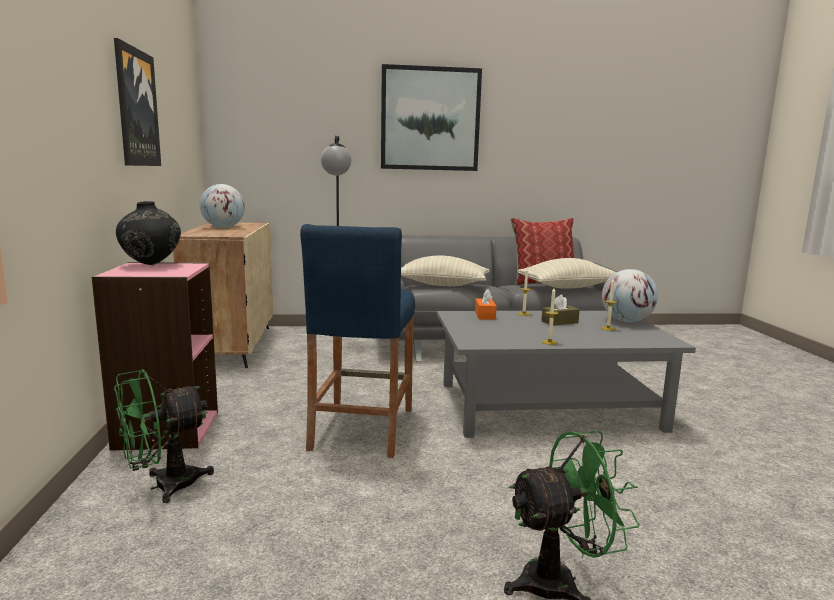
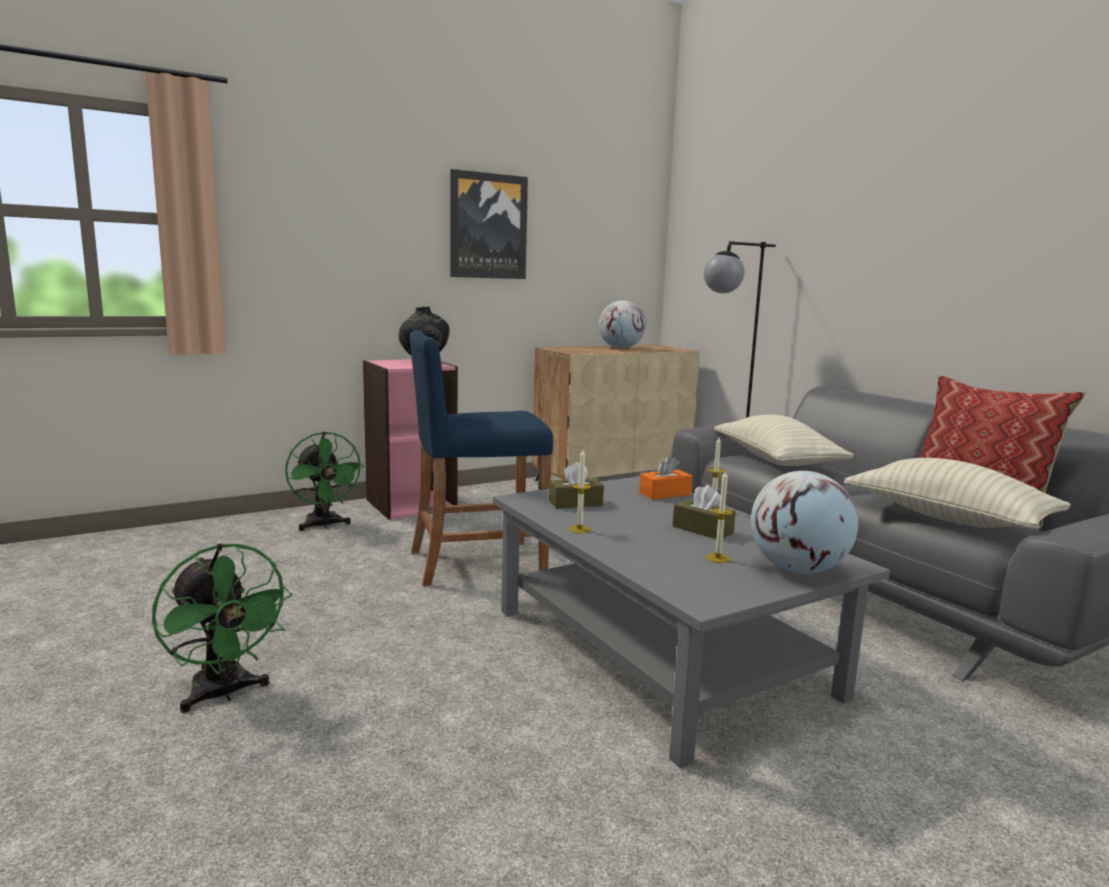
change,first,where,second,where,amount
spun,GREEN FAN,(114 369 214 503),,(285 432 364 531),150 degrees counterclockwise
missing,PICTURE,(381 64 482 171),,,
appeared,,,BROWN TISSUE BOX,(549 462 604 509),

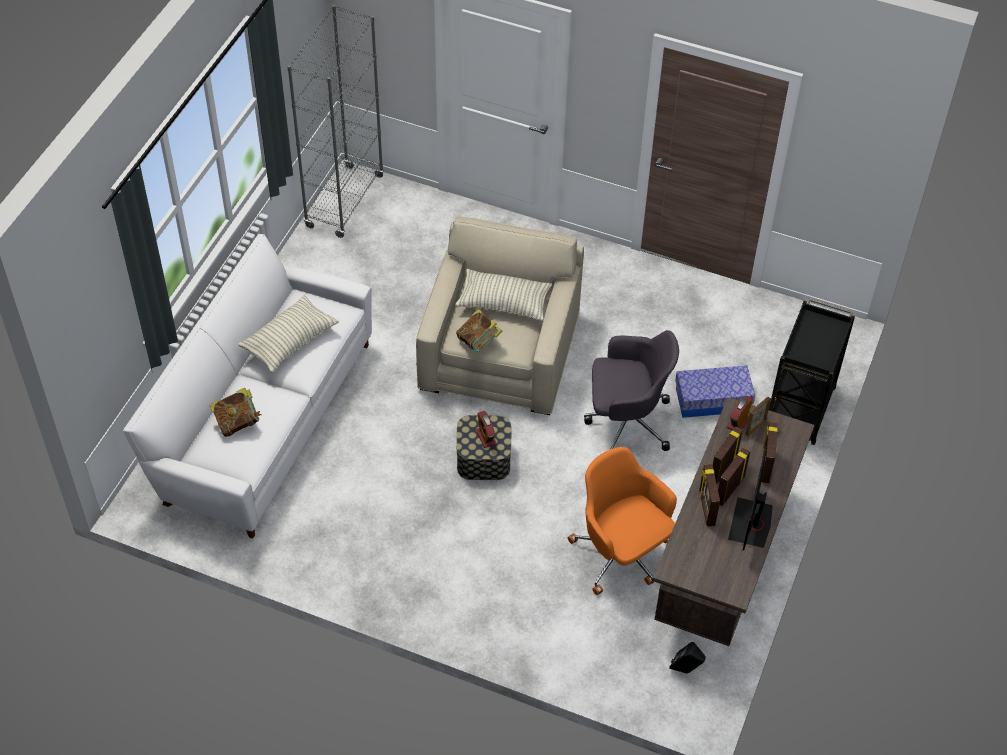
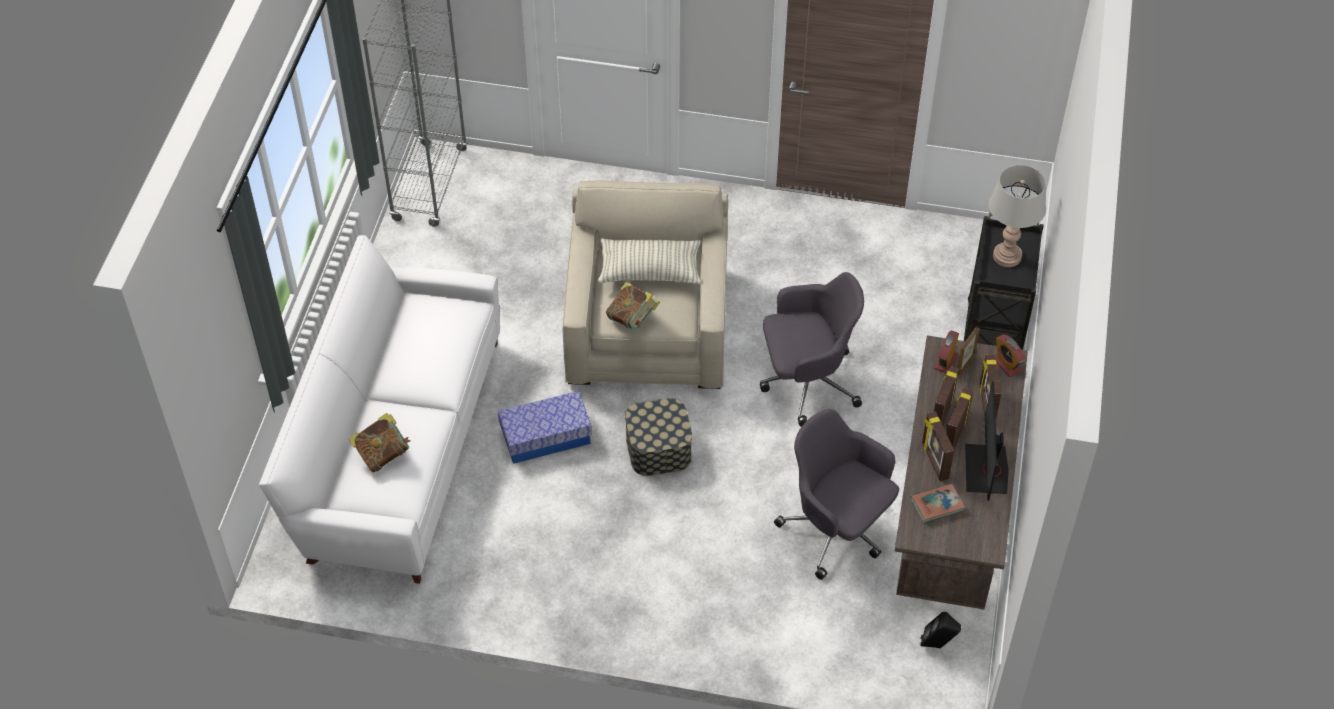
change,first,where,second,where,amount
missing,PILLOW,(238 295 339 373),,,
relocated,ALARM CLOCK,(476 411 497 448),,(995 334 1026 377),
colour,ORANGE OFFICE CHAIR,(568 447 677 595),GREY OFFICE CHAIR,(774 409 899 580),
relocated,STORAGE BOX,(675 365 755 418),,(498 391 592 464),
appeared,,,BOOK,(910 484 965 524),
appeared,,,GREY TABLE LAMP,(989 165 1046 267),

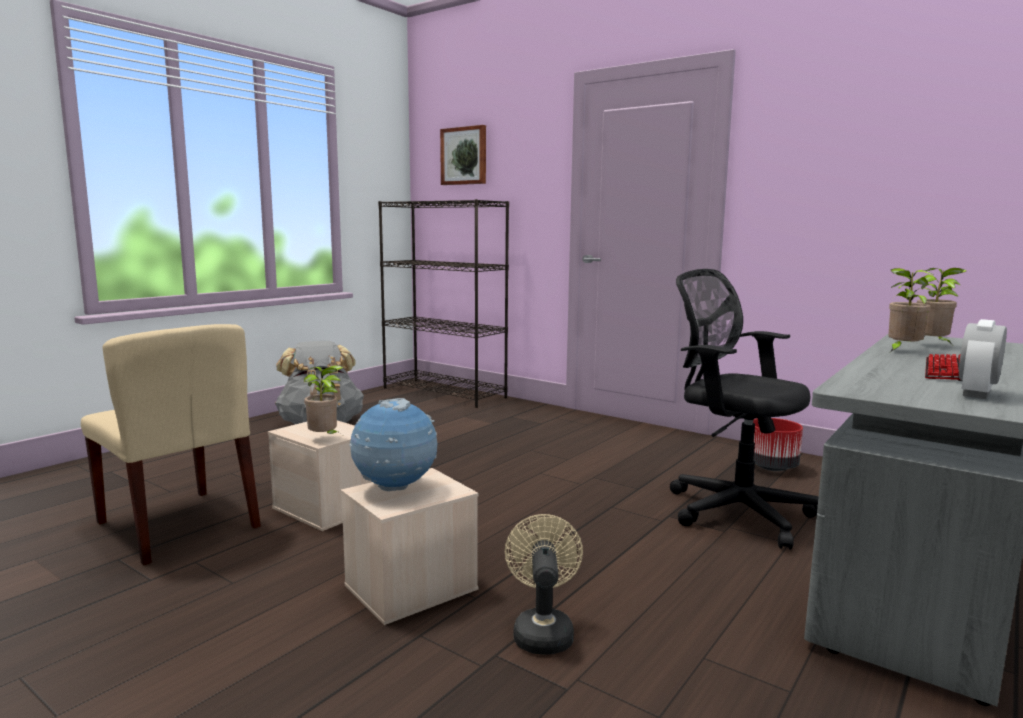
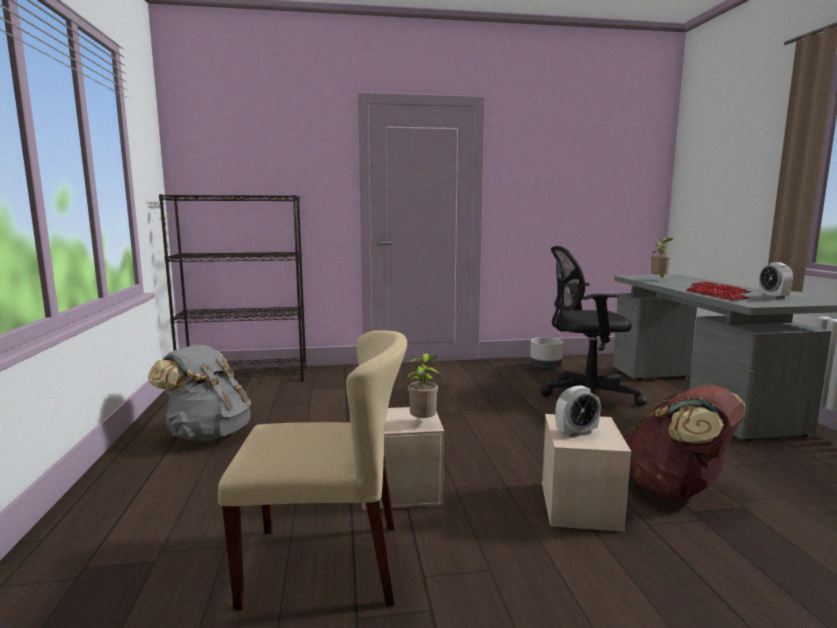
change,first,where,second,where,amount
exchanged,GLOBE,(349 398 437 491),ALARM CLOCK,(555 385 601 437),
missing,PICTURE,(440 125 486 185),,,
exchanged,BEIGE FAN,(505 514 583 655),BROWN BACKPACK,(623 385 746 499),
colour,RED PLANTER,(753 418 803 471),GREY PLANTER,(530 337 563 370),
missing,POTTED PLANT,(888 268 935 352),,,
appeared,,,KEYBOARD,(686 286 750 300),

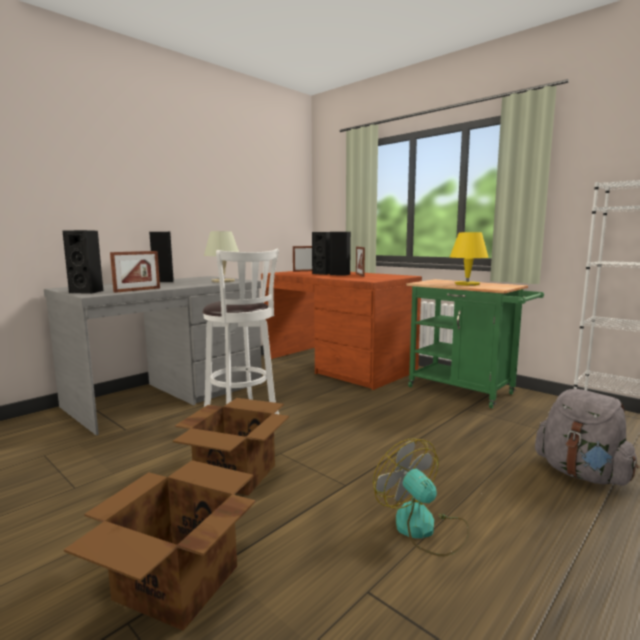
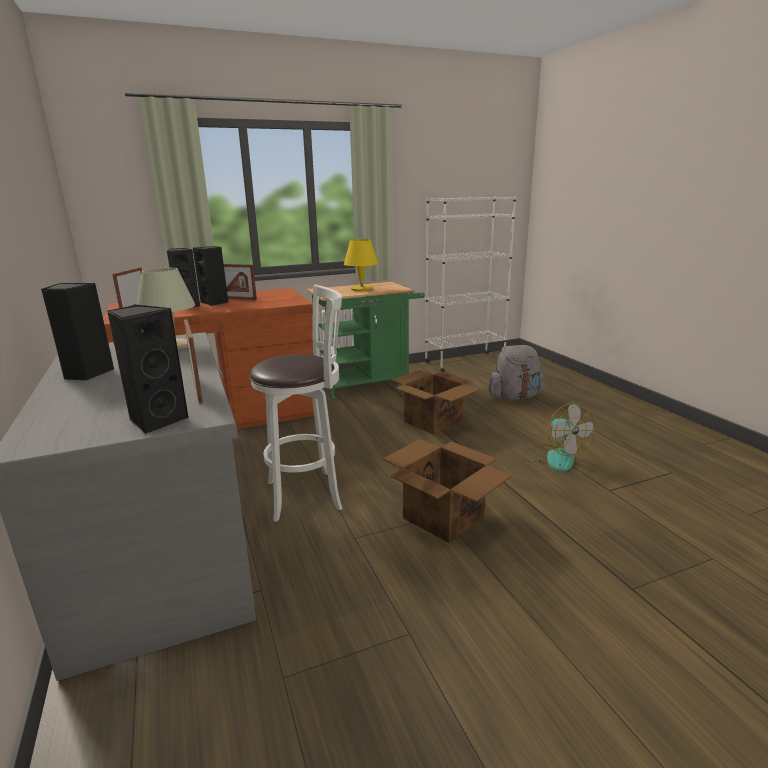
change,first,where,second,where,amount
relocated,CARDBOARD BOX,(64 460 255 631),,(391 370 480 435),
spun,FAN,(373 438 470 557),,(523 402 595 472),105 degrees counterclockwise

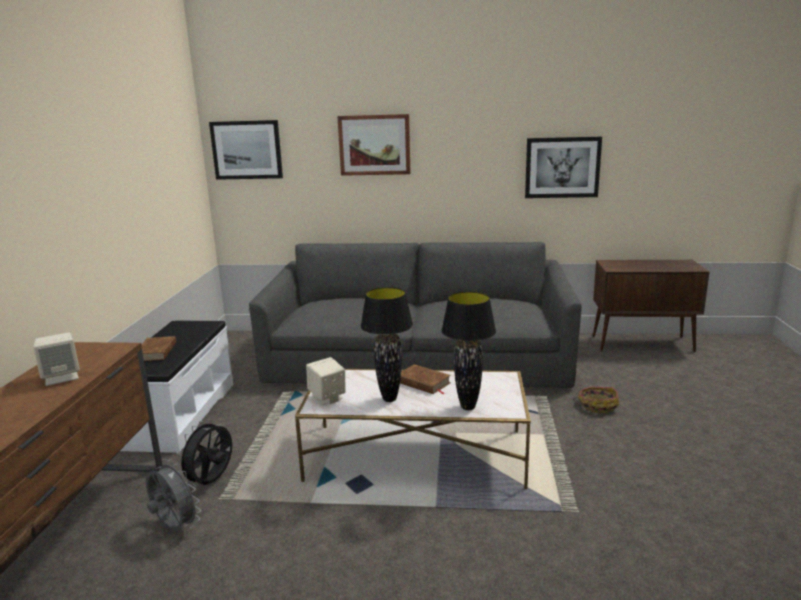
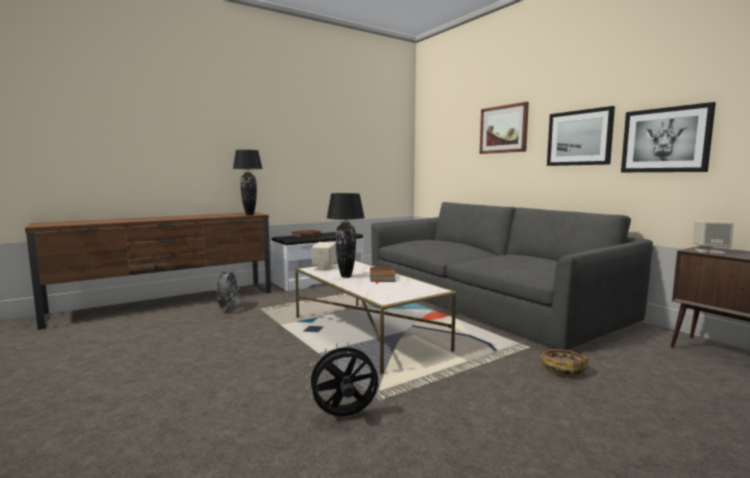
change,first,where,second,where,amount
relocated,BEIGE SPEAKER,(33 332 80 386),,(693 221 734 254),
relocated,BLACK FAN,(176 419 232 486),,(306 342 379 416),
relocated,PICTURE,(209 120 283 180),,(547 106 615 166),
relocated,BLACK TABLE LAMP,(441 291 496 410),,(233 150 263 215),

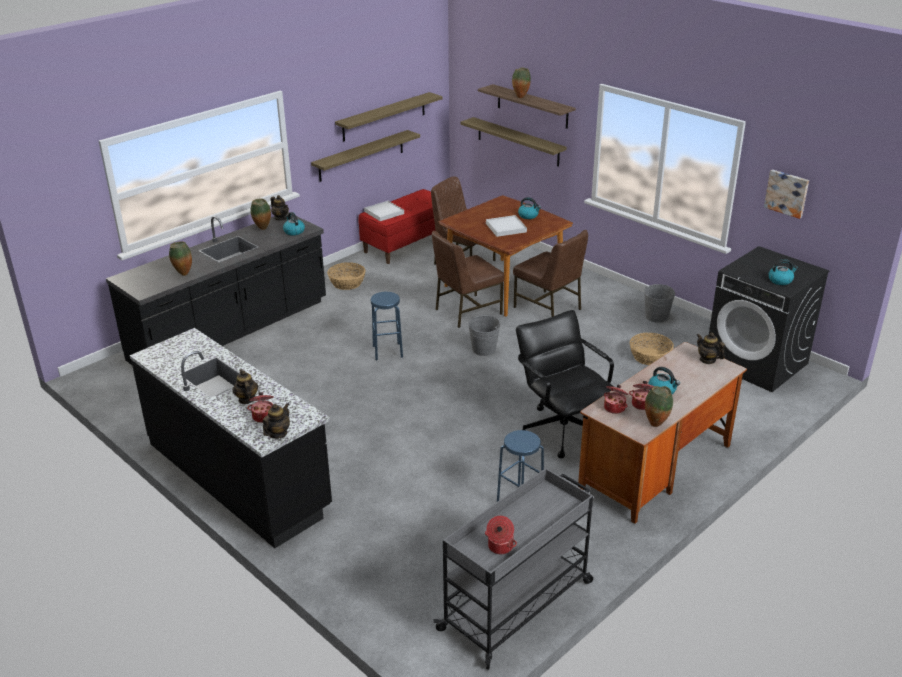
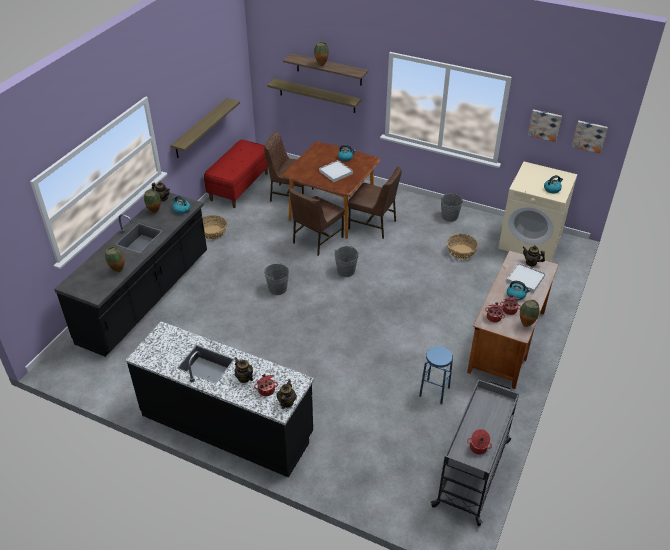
change,first,where,second,where,amount
missing,SHELF,(335 92 442 142),,,
relocated,WHITE TRAY,(364 201 404 221),,(506 263 545 293),
exchanged,BLUE STOOL,(371 292 403 360),GREY BUCKET,(264 263 289 295),
missing,BLACK OFFICE CHAIR,(516 310 614 458),,,
colour,BLACK WASHING MACHINE,(709 246 829 392),BEIGE WASHING MACHINE,(498 162 578 262),
appeared,,,PICTURE,(572 121 608 153),

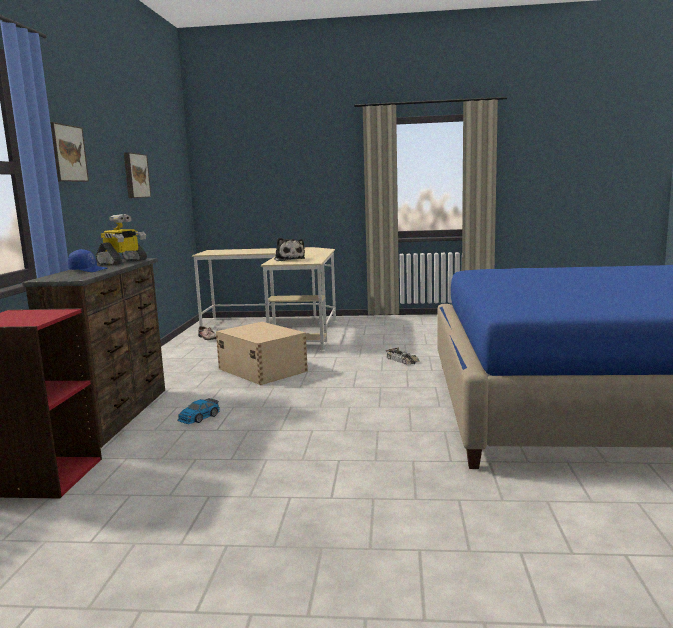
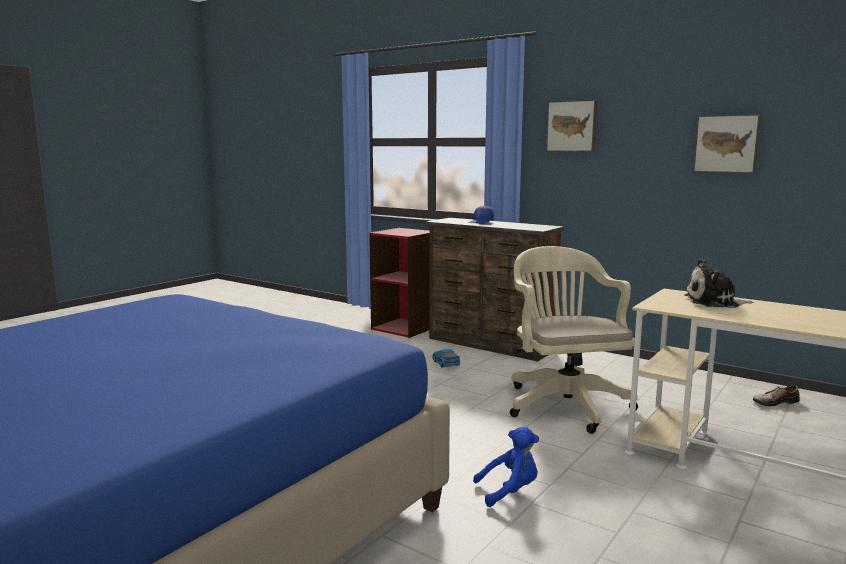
change,first,where,second,where,amount
missing,TOY ROBOT,(96 214 147 265),,,
exchanged,BEIGE STORAGE BOX,(216 322 308 385),BEIGE OFFICE CHAIR,(510 246 638 434),
exchanged,TOY CAR,(386 347 420 364),BLUE PLUSH TOY,(473 427 539 507),

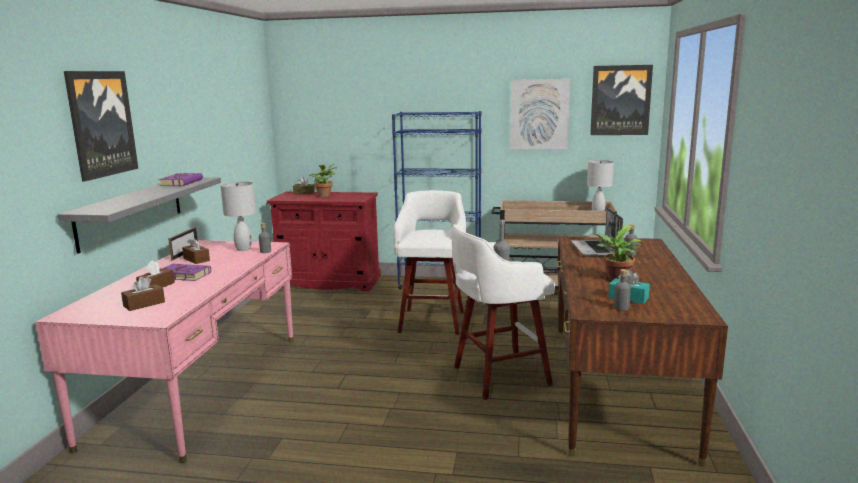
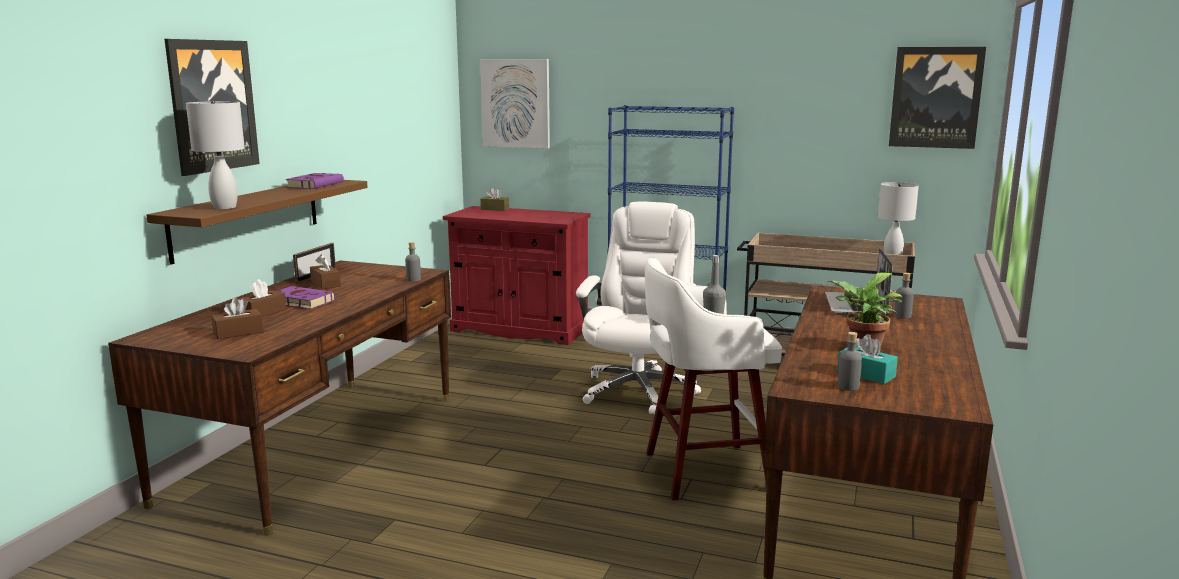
change,first,where,second,where,amount
colour,PINK DESK,(35 240 293 463),BROWN DESK,(108 260 451 536),
colour,GREY SHELF,(58 177 221 254),BROWN SHELF,(146 180 368 265),
relocated,WHITE TABLE LAMP,(220 182 256 251),,(186 101 245 209),
missing,POTTED PLANT,(309 164 337 197),,,
exchanged,WHITE STOOL,(393 190 466 335),WHITE OFFICE CHAIR,(576 201 701 415),
relocated,PICTURE,(510 79 570 149),,(480 59 550 149),

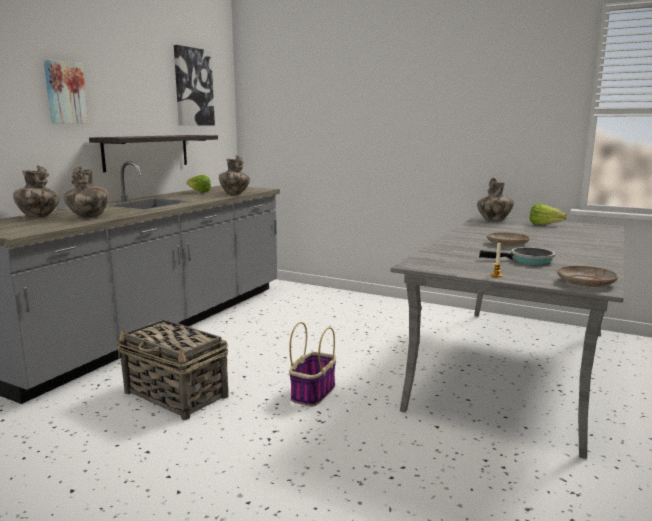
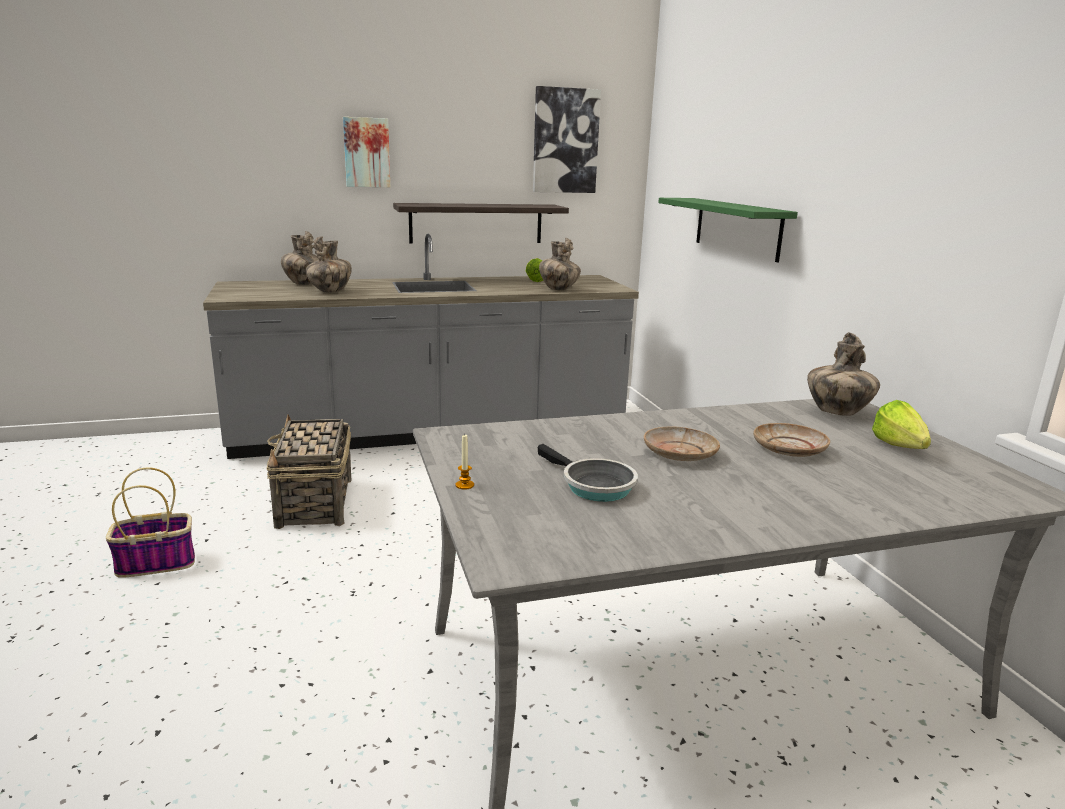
change,first,where,second,where,amount
relocated,BASKET,(289 322 336 407),,(106 468 195 578),
relocated,BEIGE PLATE,(557 266 618 287),,(753 423 830 457),
appeared,,,GREEN SHELF,(658 198 798 263),

